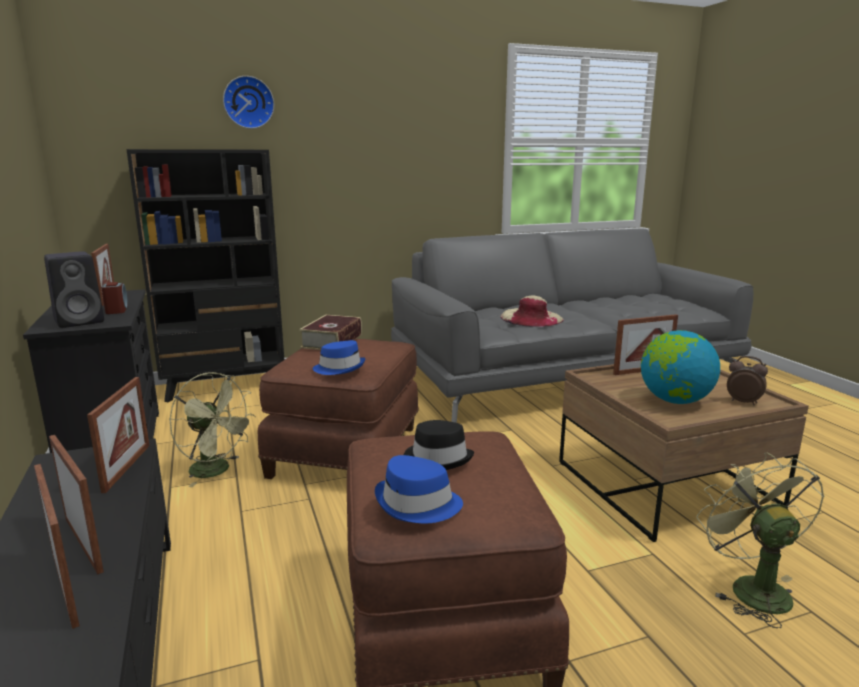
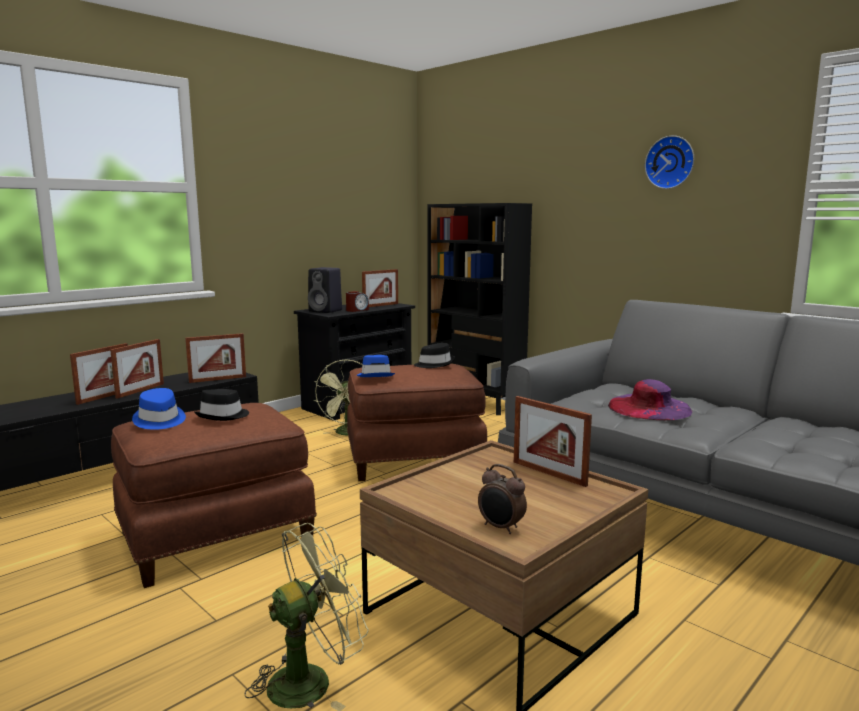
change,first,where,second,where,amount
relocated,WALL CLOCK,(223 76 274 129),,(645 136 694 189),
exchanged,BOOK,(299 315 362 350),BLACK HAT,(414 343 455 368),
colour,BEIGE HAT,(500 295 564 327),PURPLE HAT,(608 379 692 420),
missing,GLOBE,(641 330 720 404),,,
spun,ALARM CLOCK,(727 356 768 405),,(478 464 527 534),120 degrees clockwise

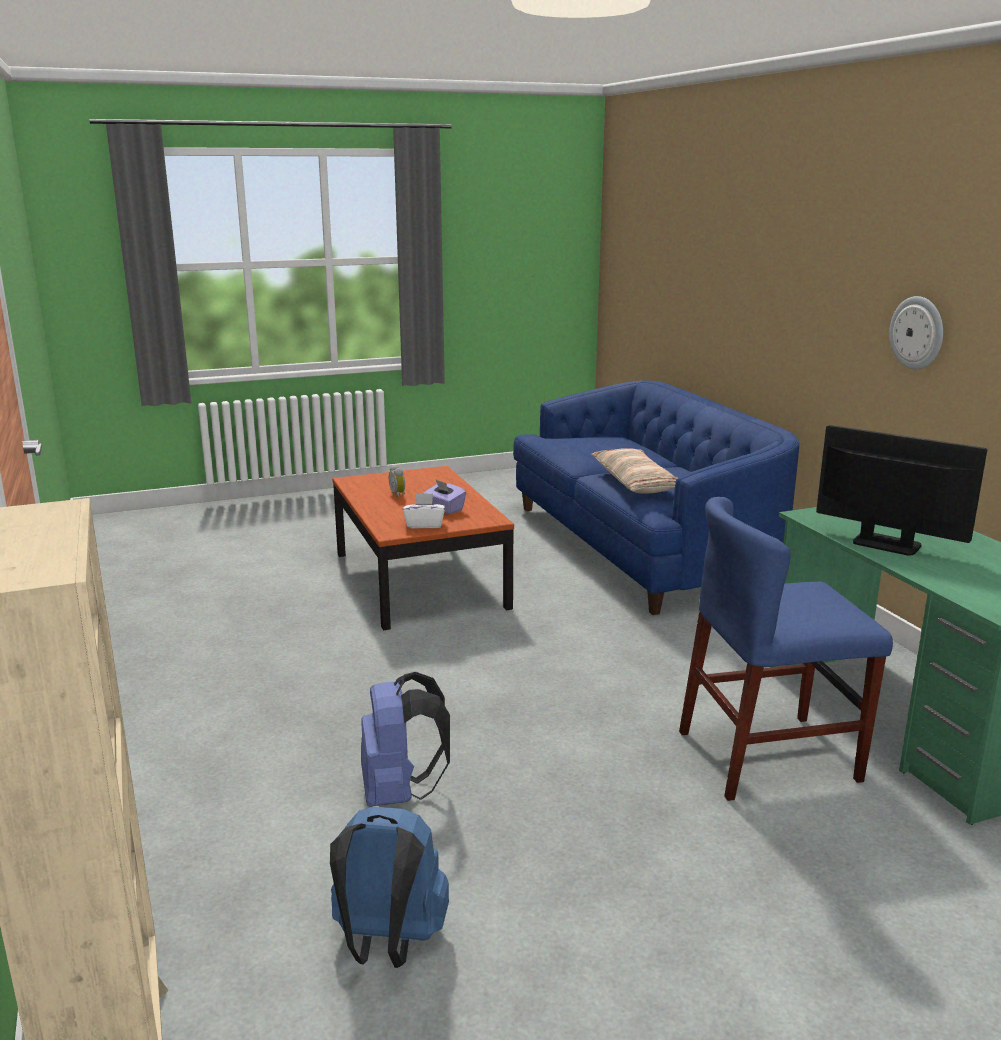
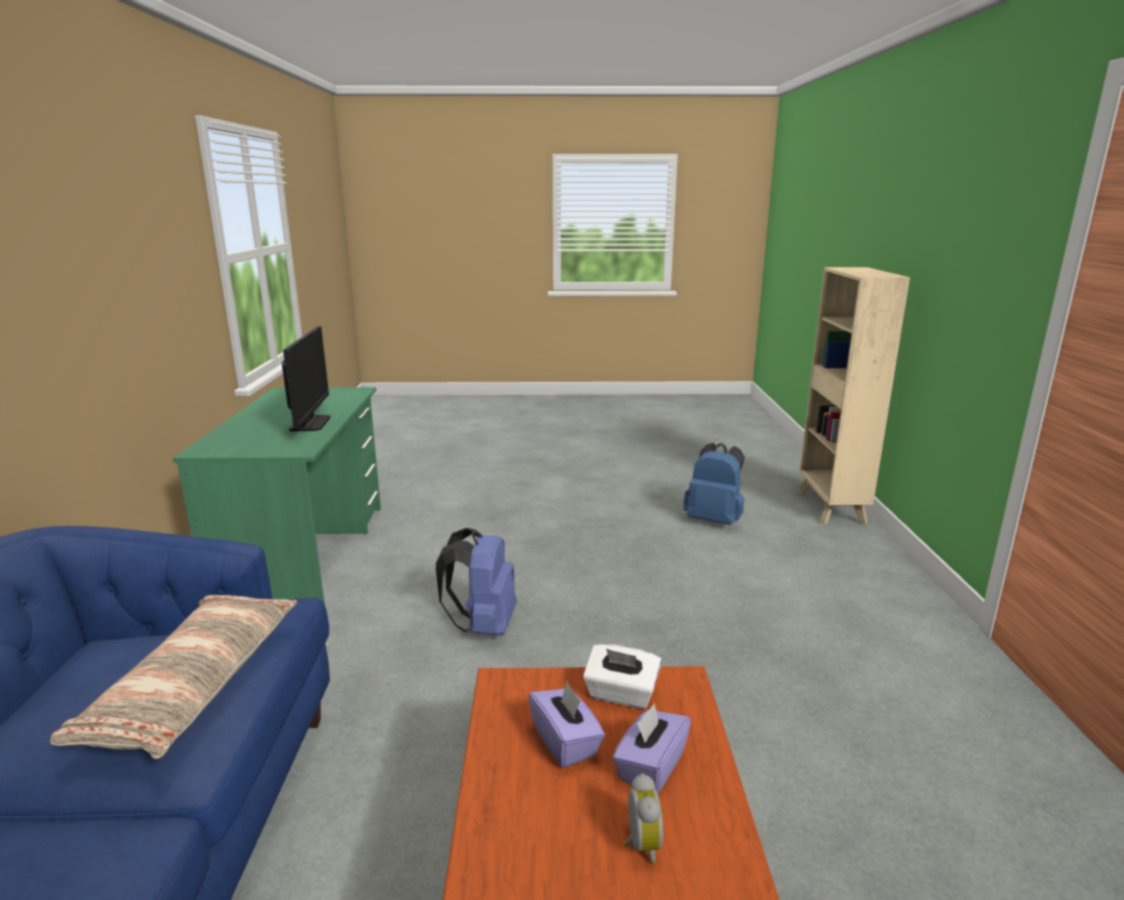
change,first,where,second,where,amount
relocated,BLUE BACKPACK,(361 672 450 807),,(436 528 517 636),
missing,BLUE CHAIR,(679 497 893 801),,,
spun,MONITOR,(816 425 987 556),,(282 326 331 431),150 degrees counterclockwise
missing,WALL CLOCK,(889 296 943 369),,,
appeared,,,PURPLE TISSUE BOX,(612 703 691 793),

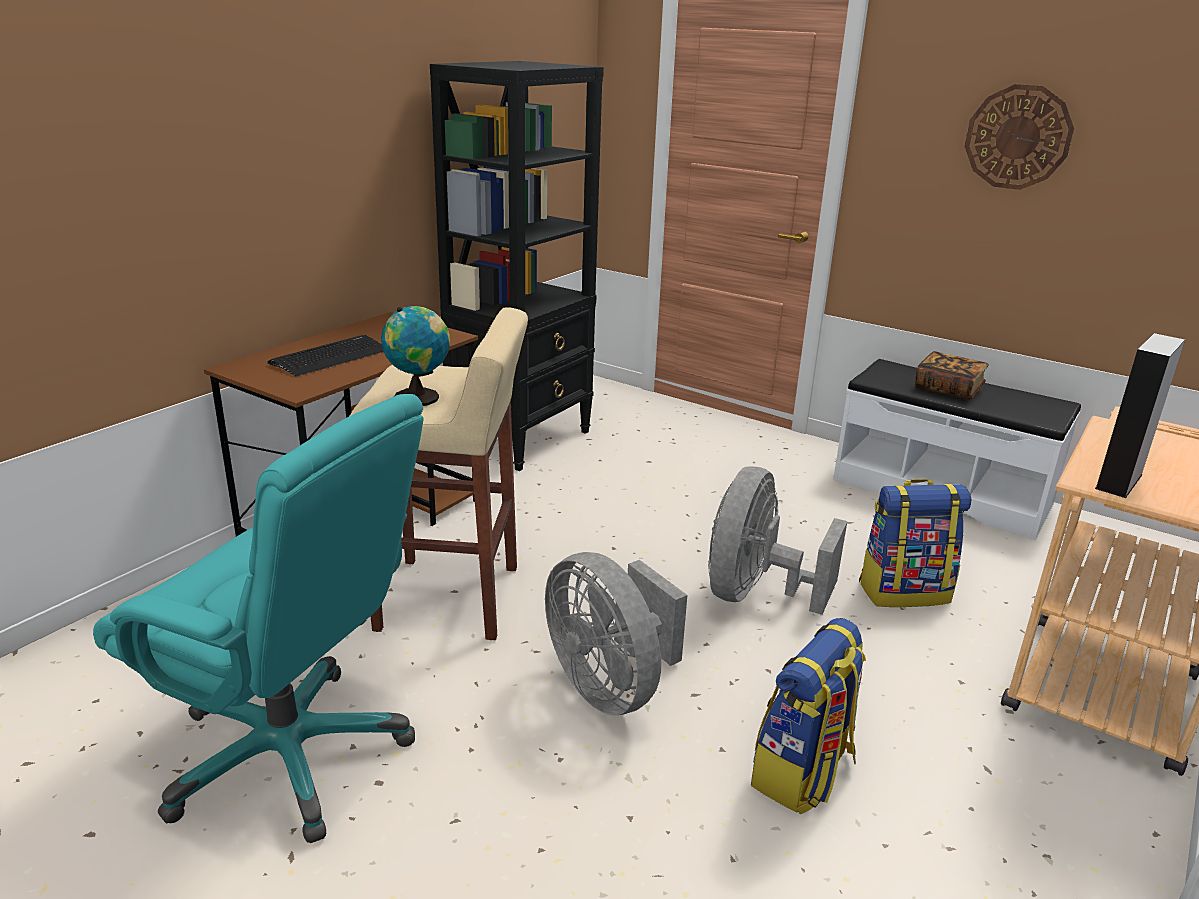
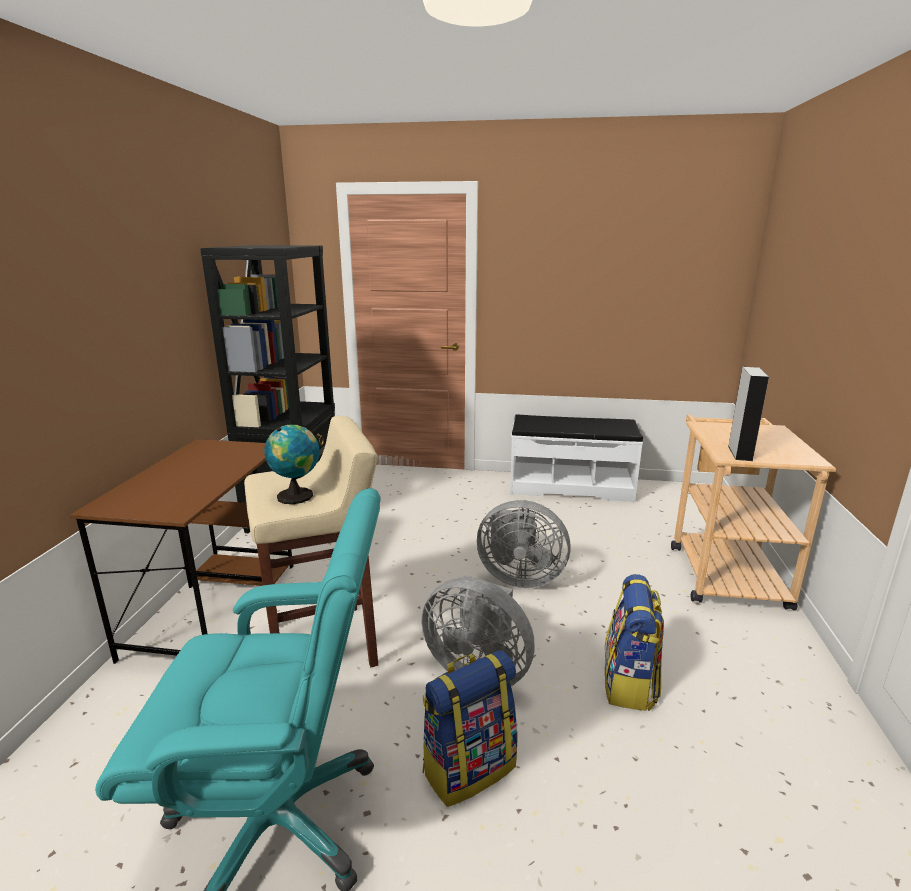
change,first,where,second,where,amount
missing,KEYBOARD,(268 335 384 377),,,
spun,GREY FAN,(708 466 847 615),,(477 500 571 588),75 degrees counterclockwise
relocated,BACKPACK,(859 479 971 607),,(422 650 518 807),
missing,BOOK,(915 351 989 400),,,
missing,WALL CLOCK,(965 84 1074 190),,,

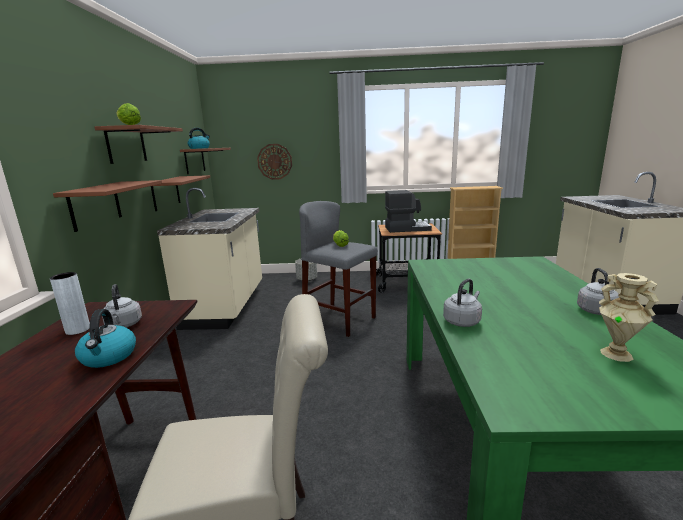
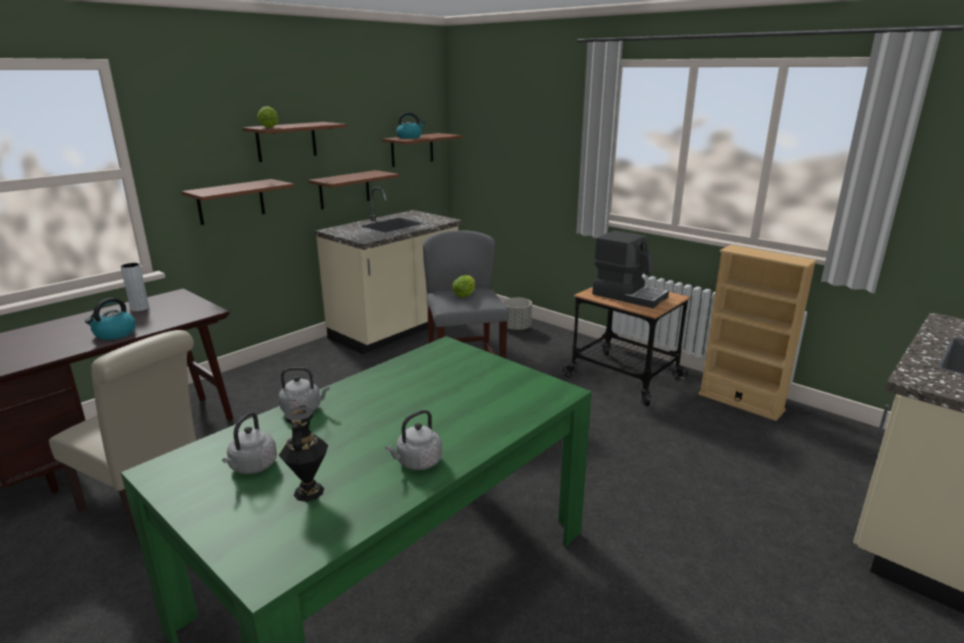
change,first,where,second,where,amount
relocated,GREY KETTLE,(102 284 142 327),,(222 412 277 474),
missing,WALL CLOCK,(257 144 292 180),,,
colour,BEIGE VASE,(599 273 659 362),BLACK VASE,(278 405 328 502),

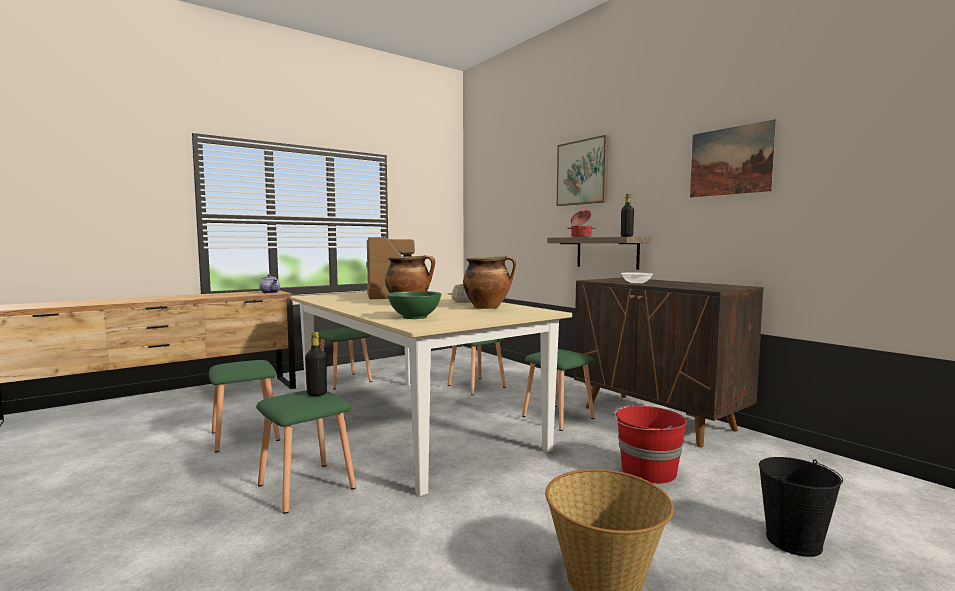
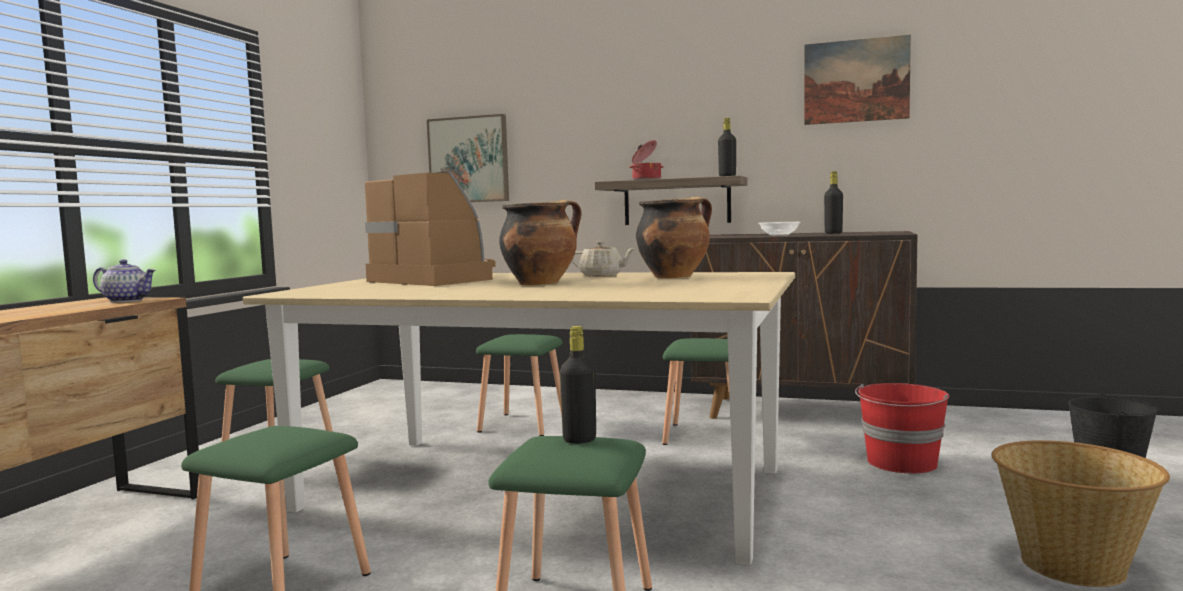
change,first,where,second,where,amount
missing,GREEN BOWL,(388 291 441 319),,,
relocated,PICTURE,(557 135 609 206),,(427 114 509 202),
appeared,,,BLACK BOTTLE,(824 171 843 234),

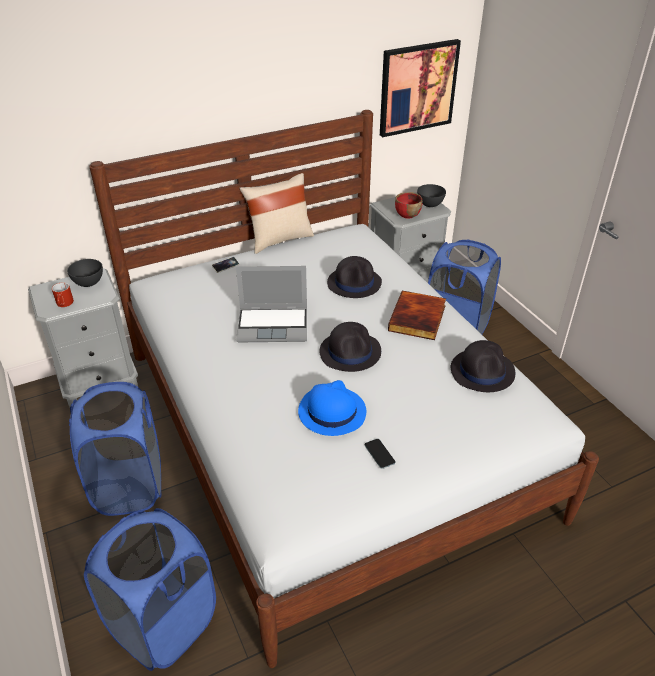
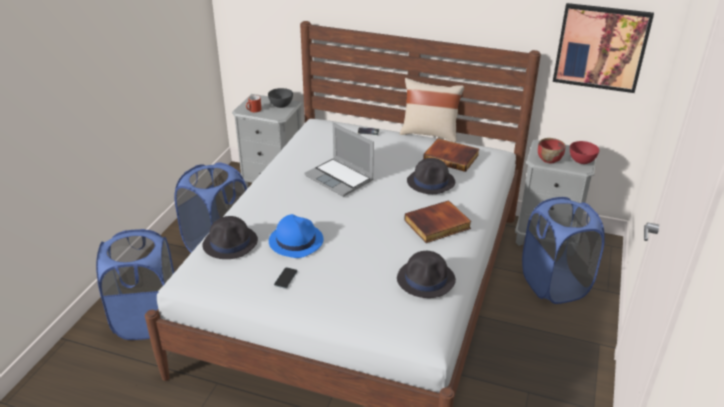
change,first,where,second,where,amount
relocated,BLACK HAT,(319 322 381 372),,(202 216 258 259),
colour,GREY BOWL,(417 184 446 207),RED BOWL,(570 141 599 164),
appeared,,,BOOK,(423 138 479 172),

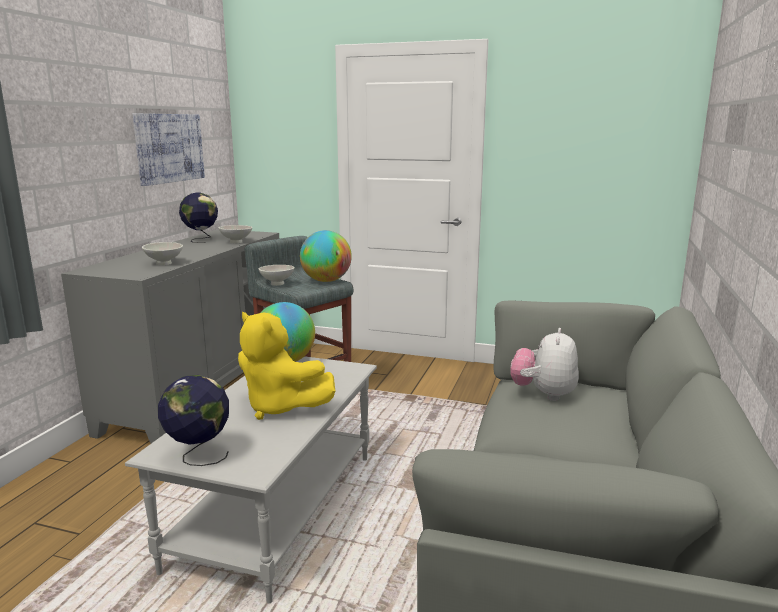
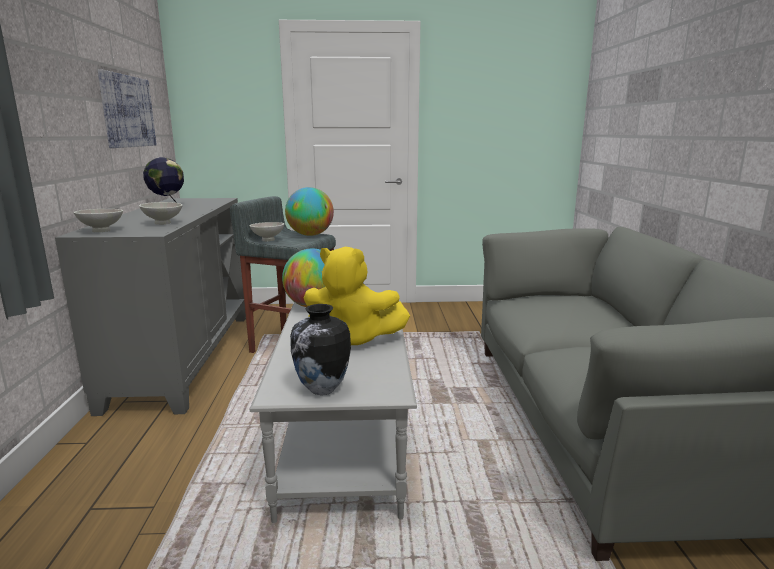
change,first,where,second,where,amount
exchanged,GLOBE,(158 375 229 466),VASE,(290 304 351 395),
relocated,WHITE BOWL,(219 225 252 243),,(73 209 123 232),
missing,PLUSH TOY,(510 328 579 401),,,

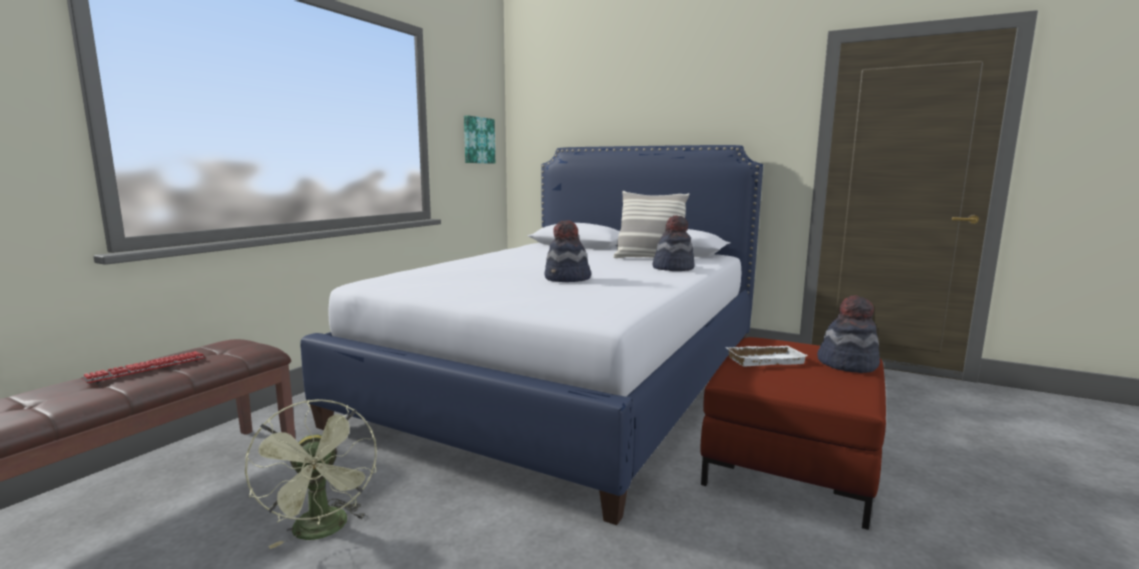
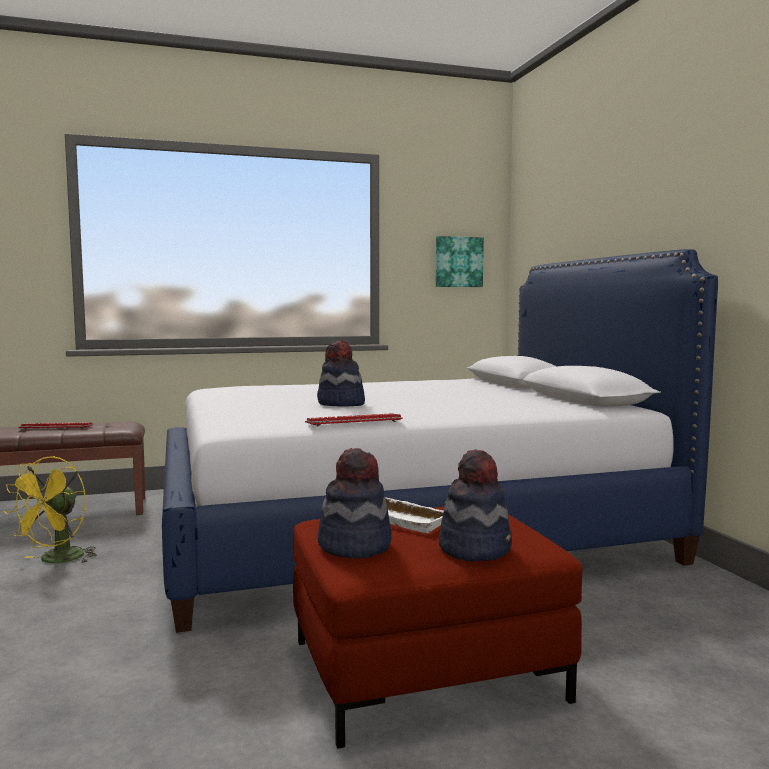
change,first,where,second,where,amount
colour,GREEN FAN,(245 399 377 549),YELLOW FAN,(4 456 97 563),
missing,PILLOW,(613 191 689 258),,,
relocated,HAT,(652 215 695 271),,(318 448 392 558),
appeared,,,KEYBOARD,(305 413 402 427),

